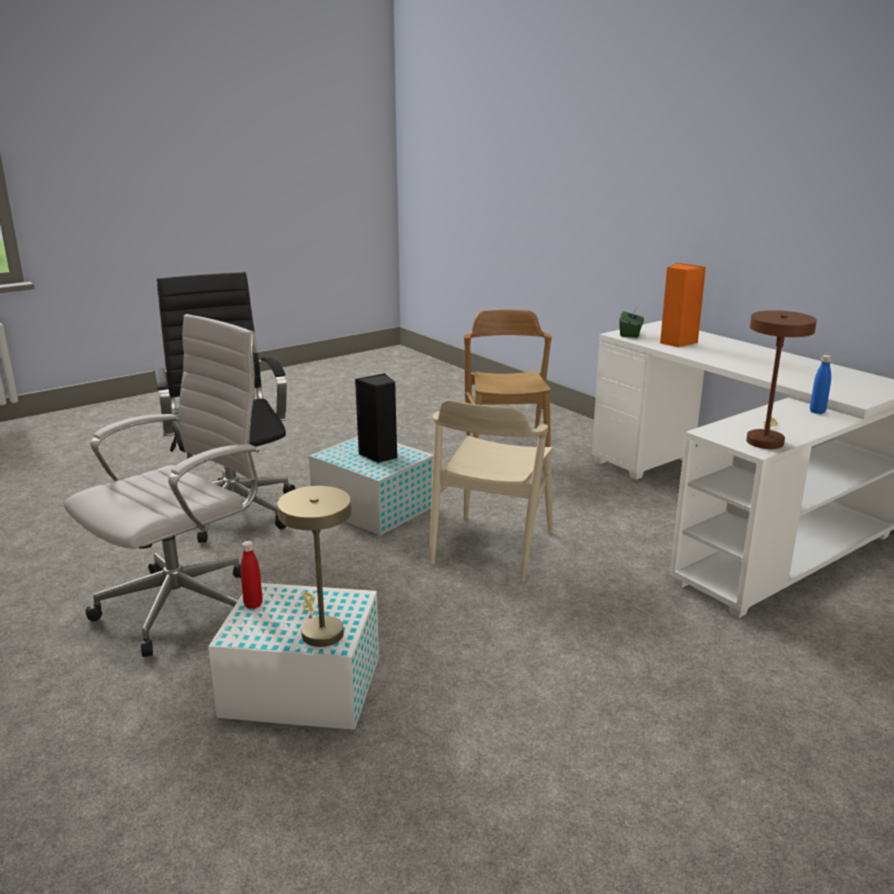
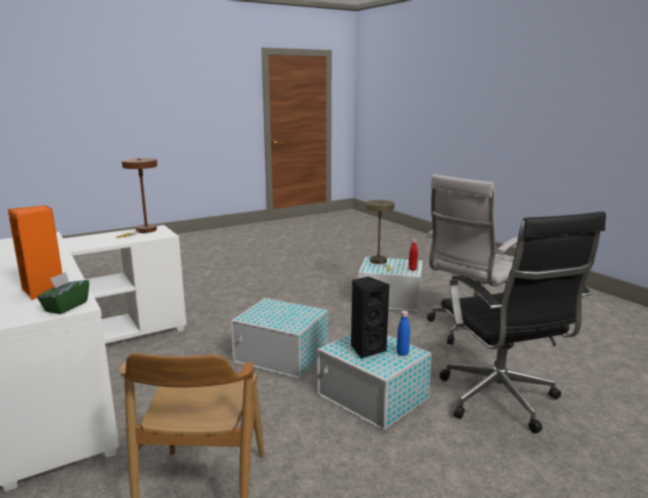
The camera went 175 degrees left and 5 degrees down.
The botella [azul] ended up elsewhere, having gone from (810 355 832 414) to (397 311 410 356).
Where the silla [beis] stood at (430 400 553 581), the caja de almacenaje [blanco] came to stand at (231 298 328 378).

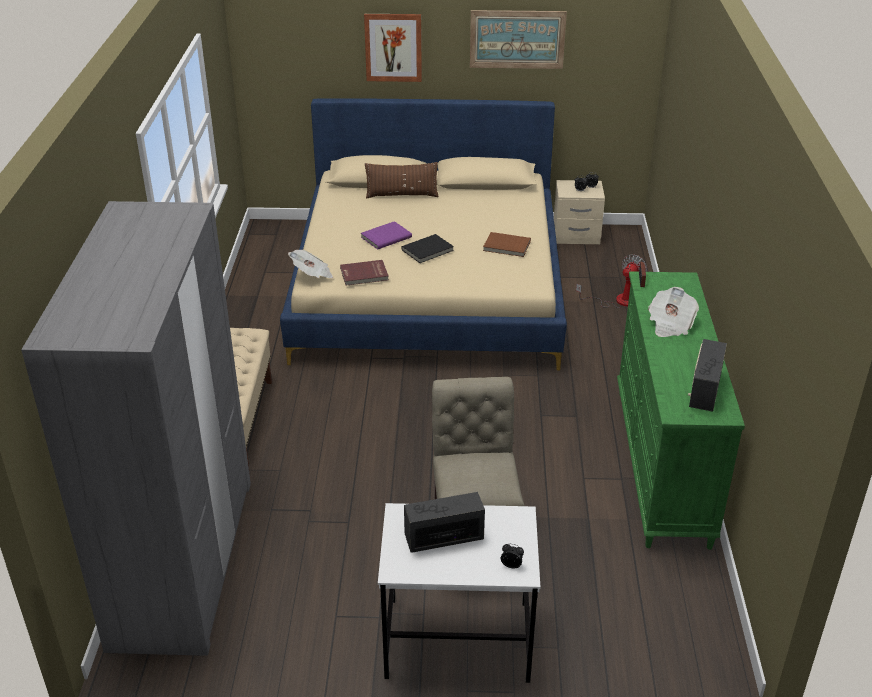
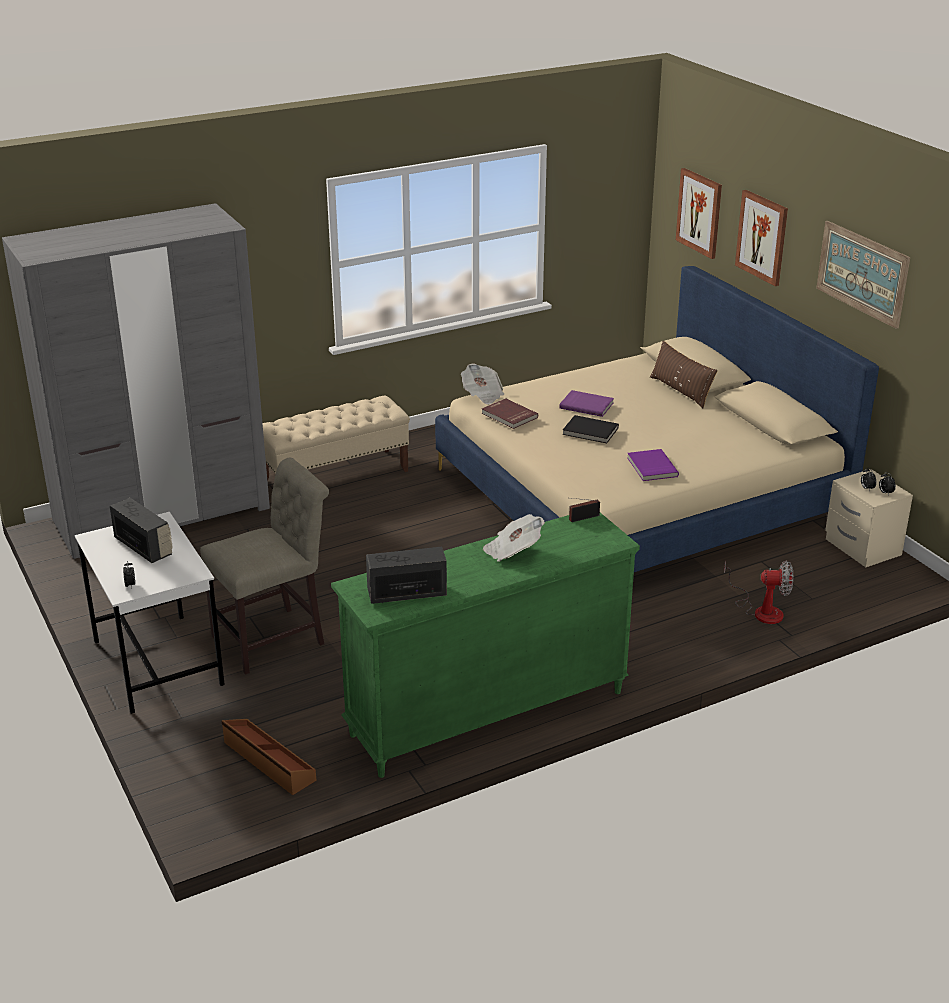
The camera went 60 degrees right and 5 degrees down.
What was the libro [marrón] at (483 232 531 257) turned into the libro [morado] at (628 449 679 481).
The second view gained the cuadro at (676 168 722 259).
The second view gained the caja de almacenaje [marrón] at (222 719 316 795).

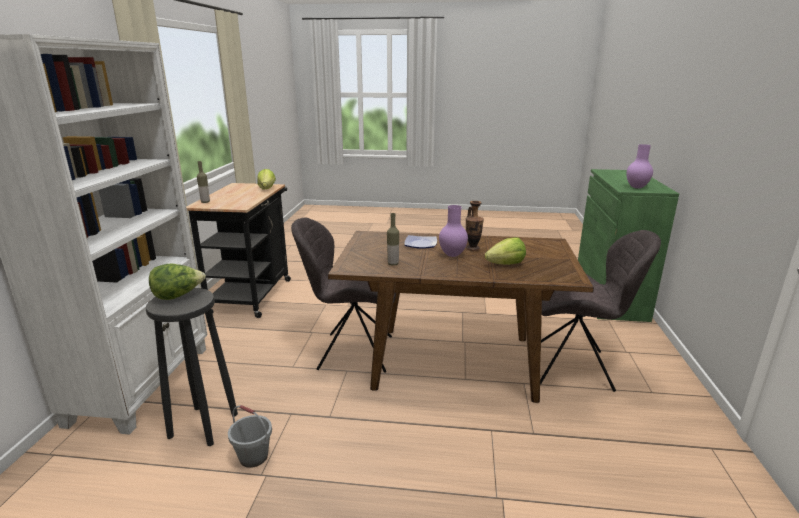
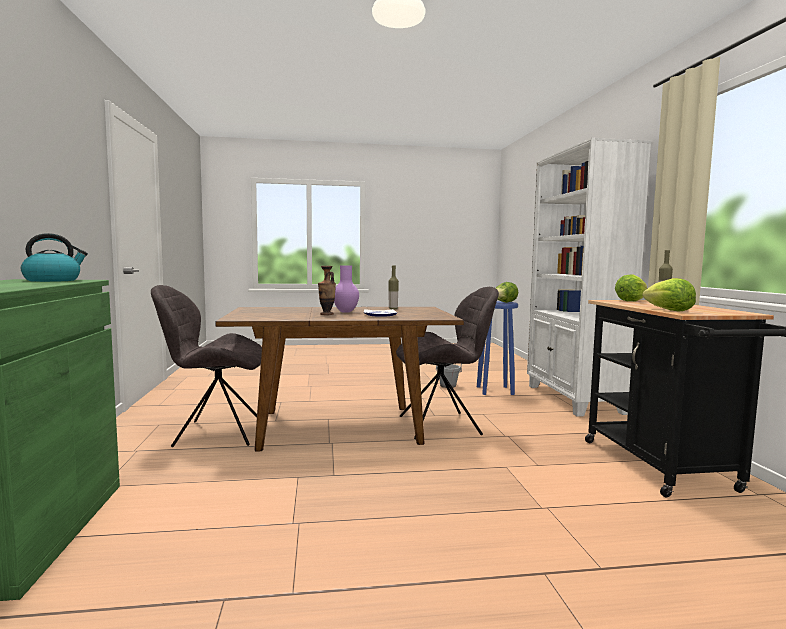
The camera went 165 degrees right and 15 degrees down.
Where the florero [morado] stood at (626 144 653 189), the hervidor came to stand at (21 233 88 282).
The lechuga ended up elsewhere, having gone from (485 237 526 265) to (615 274 647 302).
What was the taburete [negro] at (146 288 238 446) turned into the taburete [azul] at (477 301 518 395).

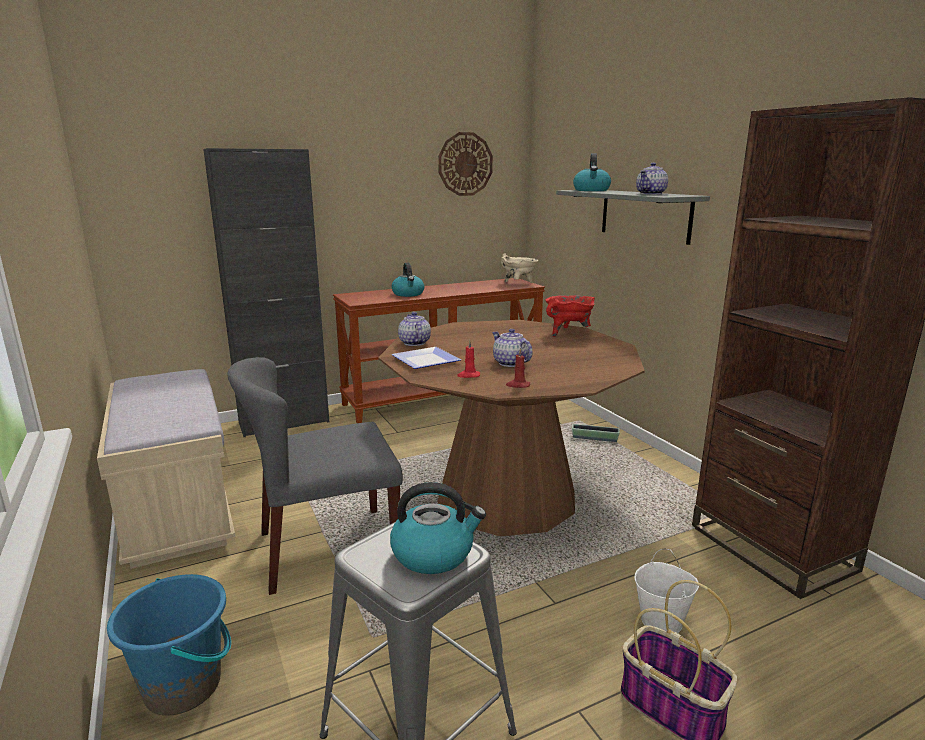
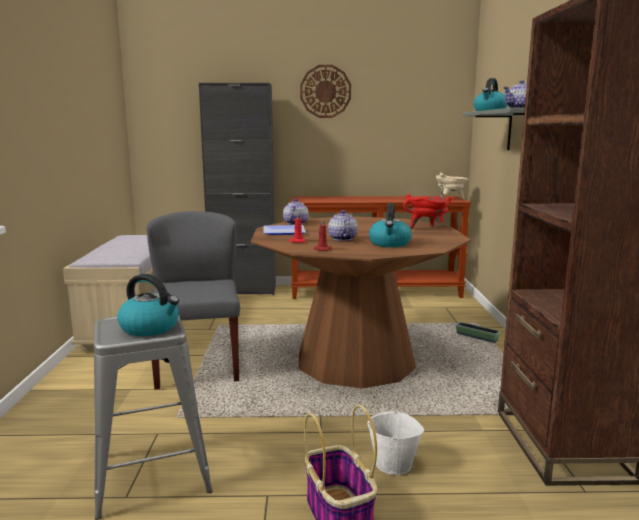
The camera went 25 degrees right and 5 degrees down.
The reloj de pared ended up elsewhere, having gone from (438 132 493 196) to (300 65 351 118).
The hervidor ended up elsewhere, having gone from (392 263 424 297) to (369 203 412 247).
The silla [gris] at (227 357 403 595) ended up facing another way, 75 degrees clockwise from before.
The second view lost the cubo [azul] at (107 574 231 716).

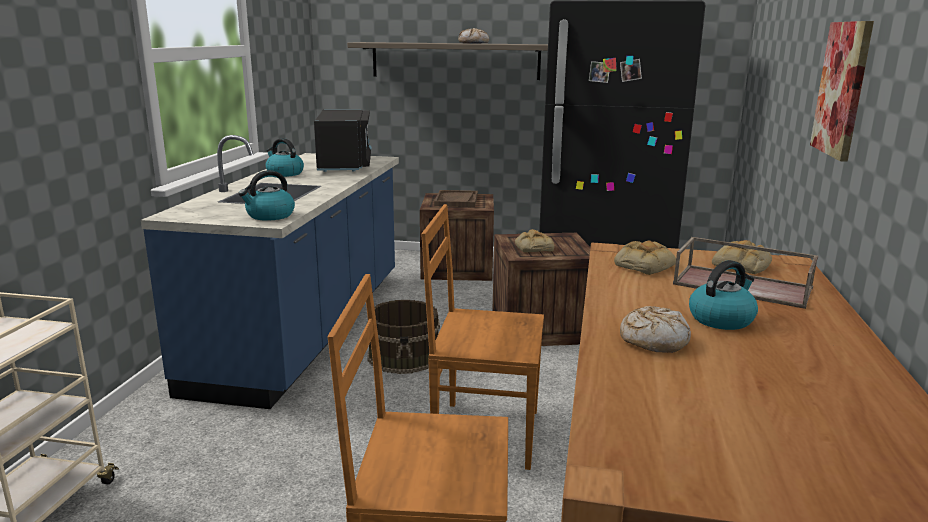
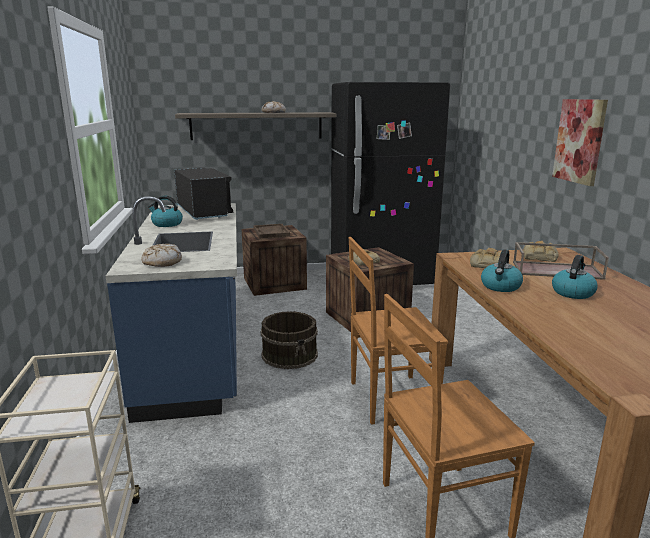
The camera went 20 degrees left and 0 degrees up.
The hervidor ended up elsewhere, having gone from (238 170 295 221) to (481 249 523 292).
The pan ended up elsewhere, having gone from (620 306 691 353) to (141 244 182 267).

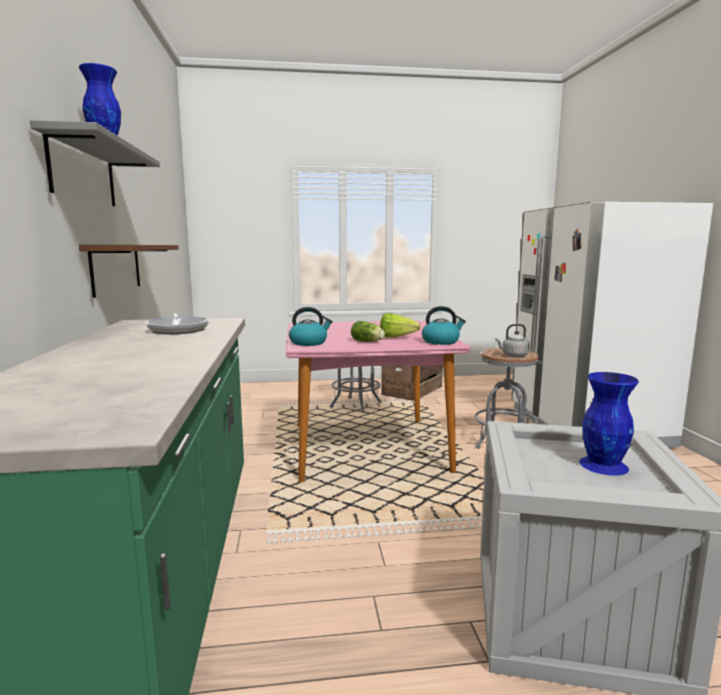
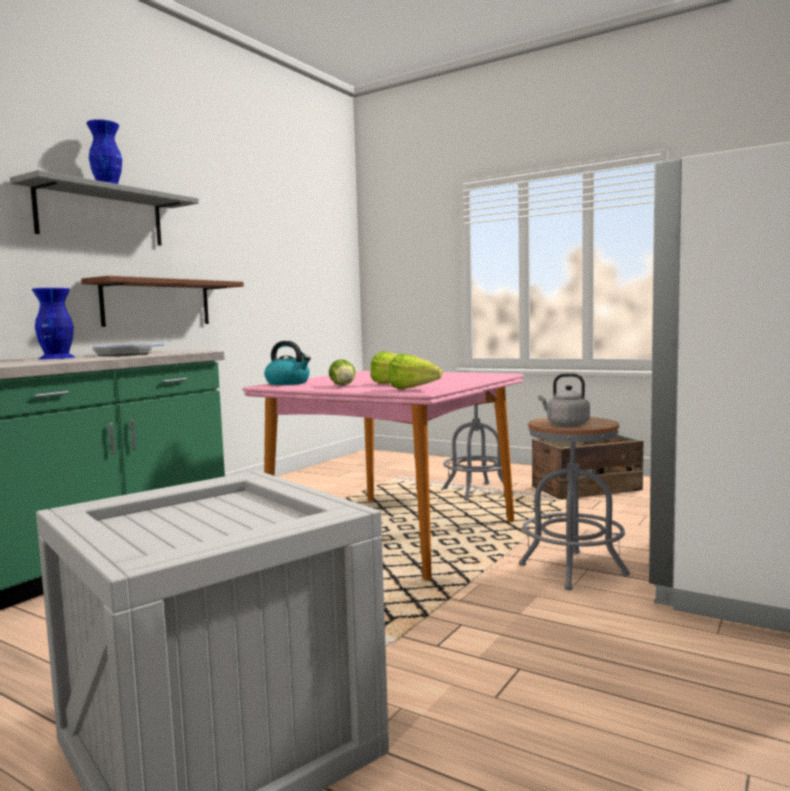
The camera went 40 degrees right and 5 degrees down.
Where the hervidor stood at (422 306 466 345), the lechuga came to stand at (388 354 442 389).
The florero [azul] ended up elsewhere, having gone from (579 372 639 476) to (32 288 75 359).

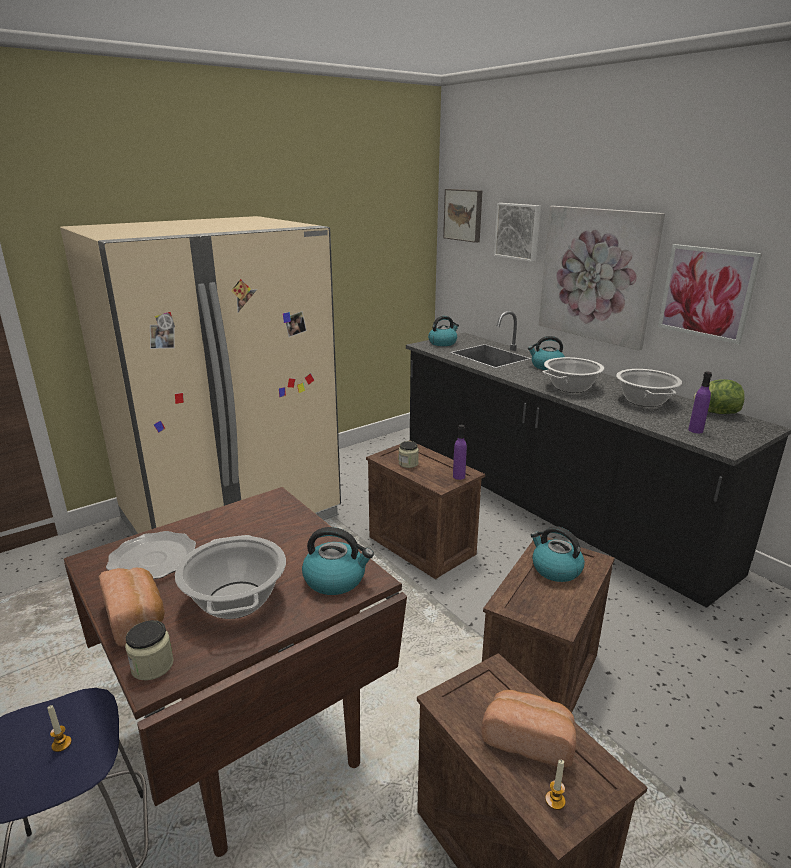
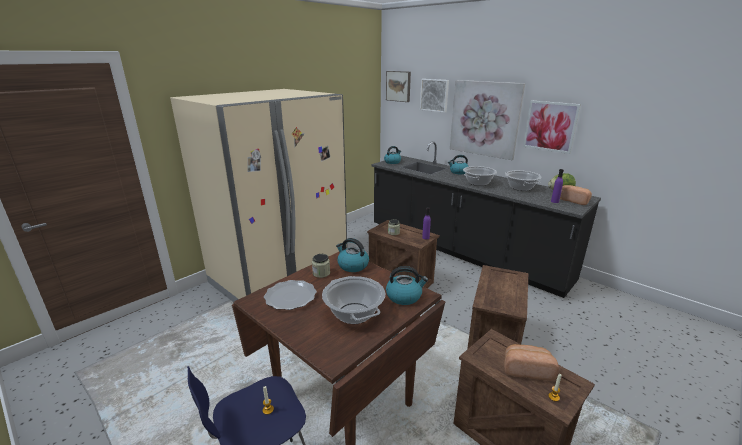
The camera went 10 degrees left and 0 degrees up.
The hervidor ended up elsewhere, having gone from (531 526 585 582) to (336 238 369 272).
The pan ended up elsewhere, having gone from (99 568 165 646) to (560 185 592 205).
The tarro ended up elsewhere, having gone from (125 620 174 681) to (312 254 330 278).

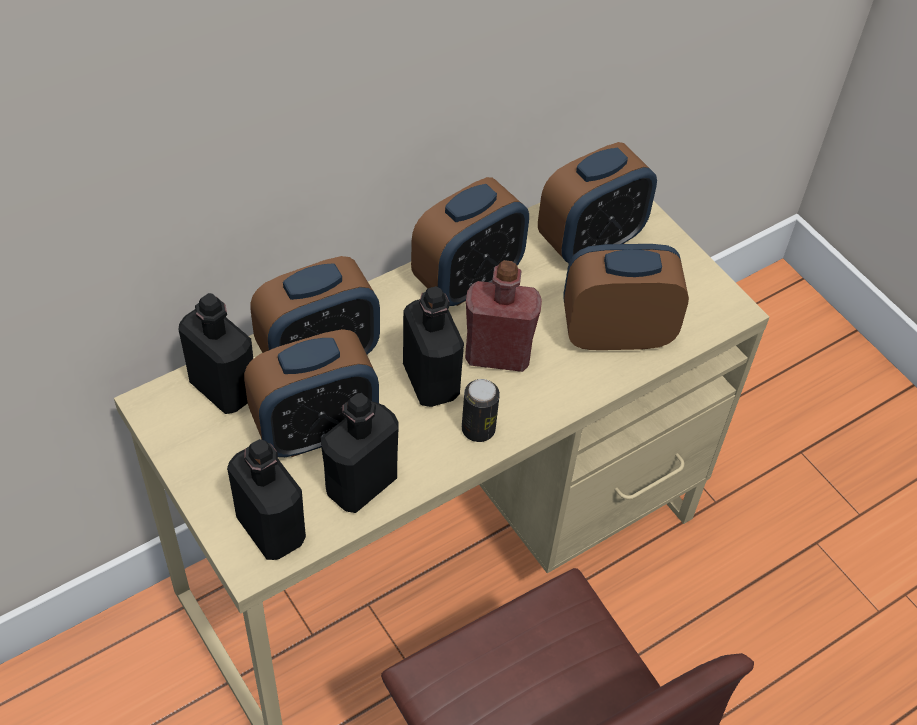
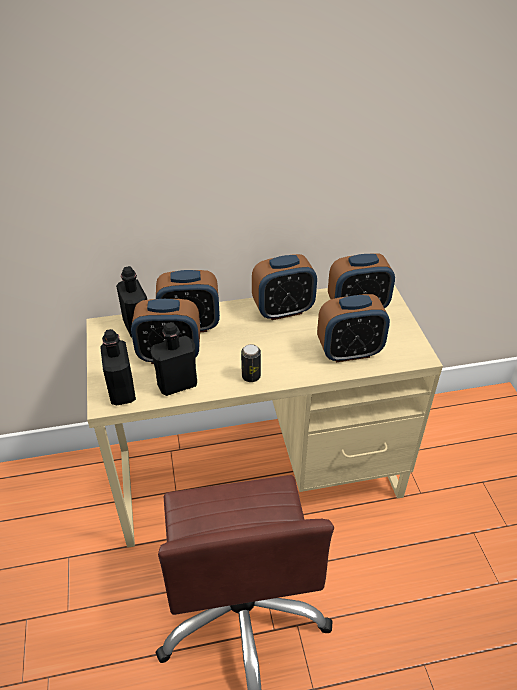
The camera went 25 degrees right and 10 degrees down.
The despertador at (563 244 689 350) ended up facing another way, 150 degrees clockwise from before.
The second view lost the botella [rojo] at (465 260 542 372).
The second view lost the botella [negro] at (403 286 464 407).

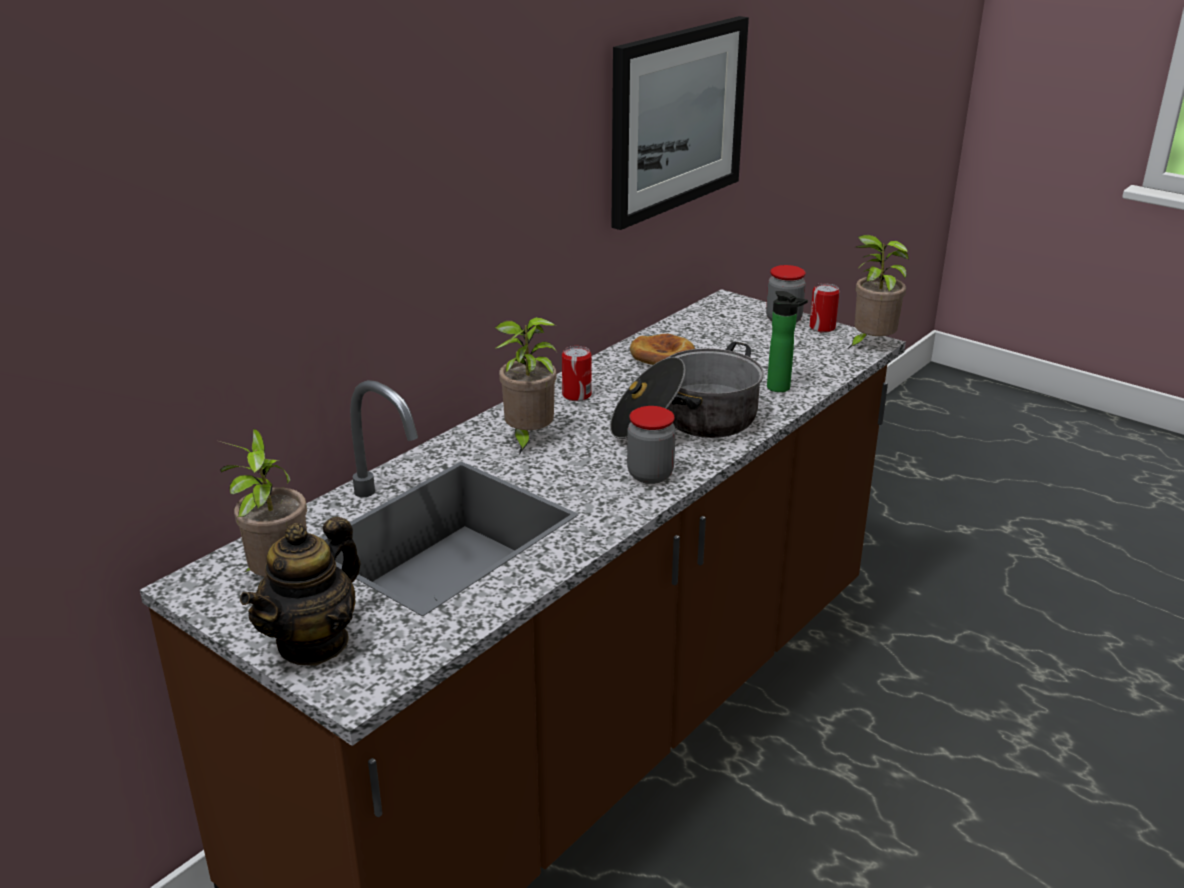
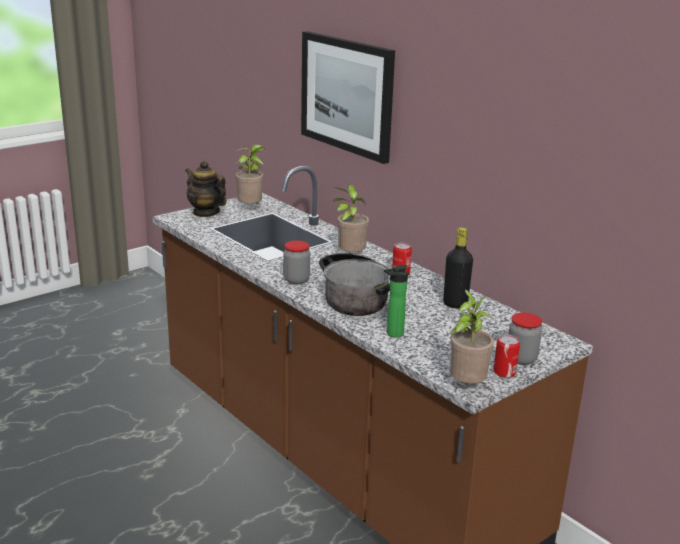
The camera went 100 degrees right and 5 degrees down.
The cuadro ended up elsewhere, having gone from (611 16 749 230) to (301 31 395 164).
Where the pan stood at (630 334 695 365), the botella [negro] came to stand at (443 227 473 308).

